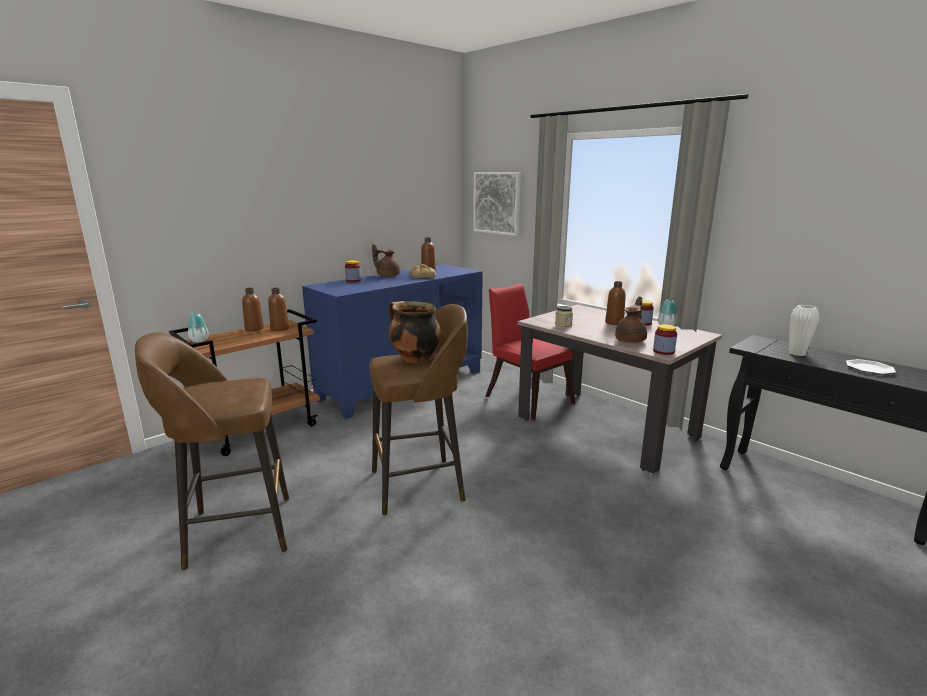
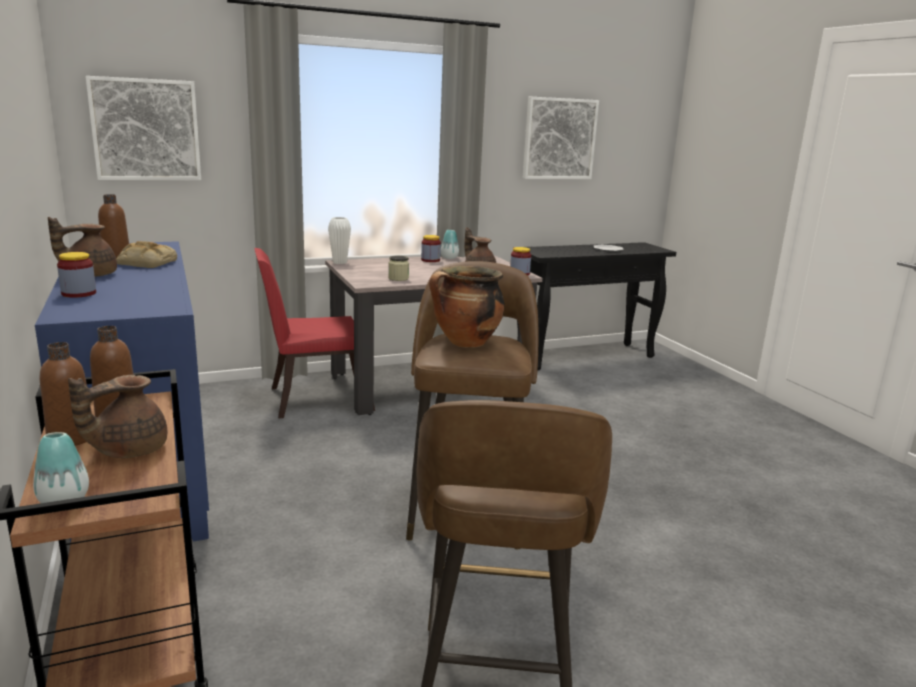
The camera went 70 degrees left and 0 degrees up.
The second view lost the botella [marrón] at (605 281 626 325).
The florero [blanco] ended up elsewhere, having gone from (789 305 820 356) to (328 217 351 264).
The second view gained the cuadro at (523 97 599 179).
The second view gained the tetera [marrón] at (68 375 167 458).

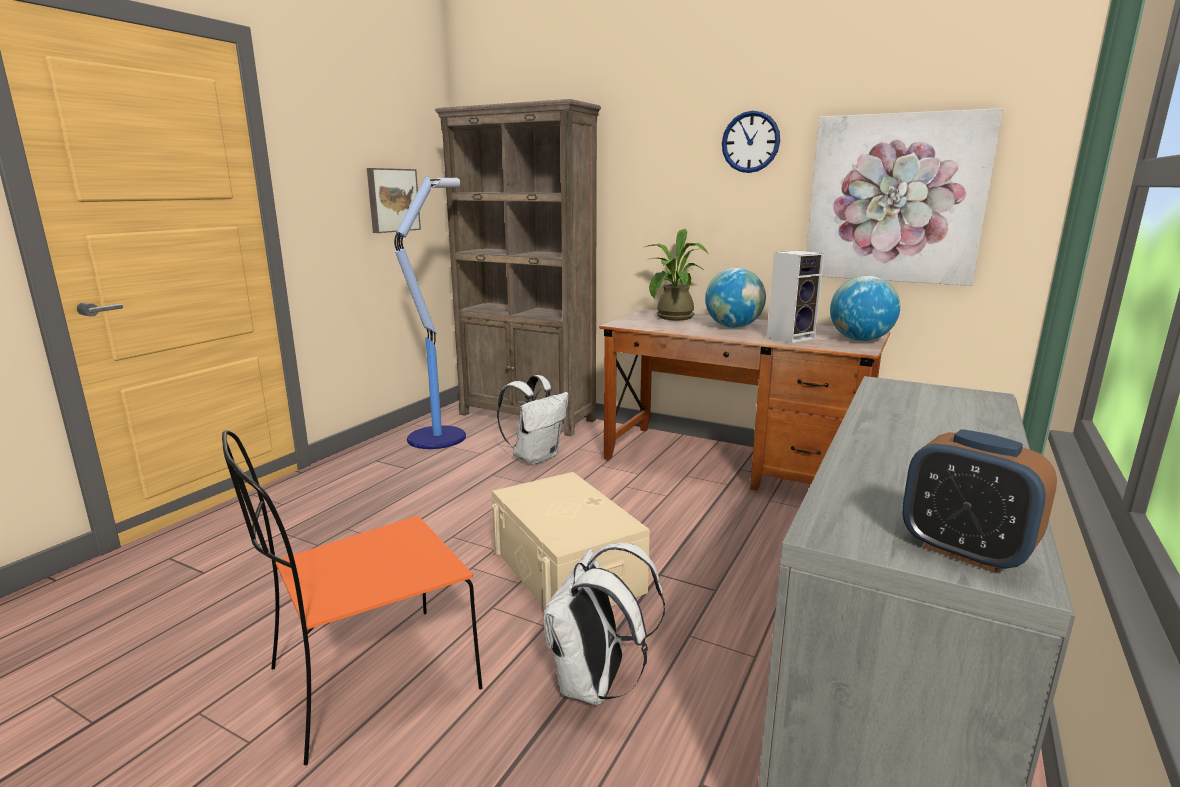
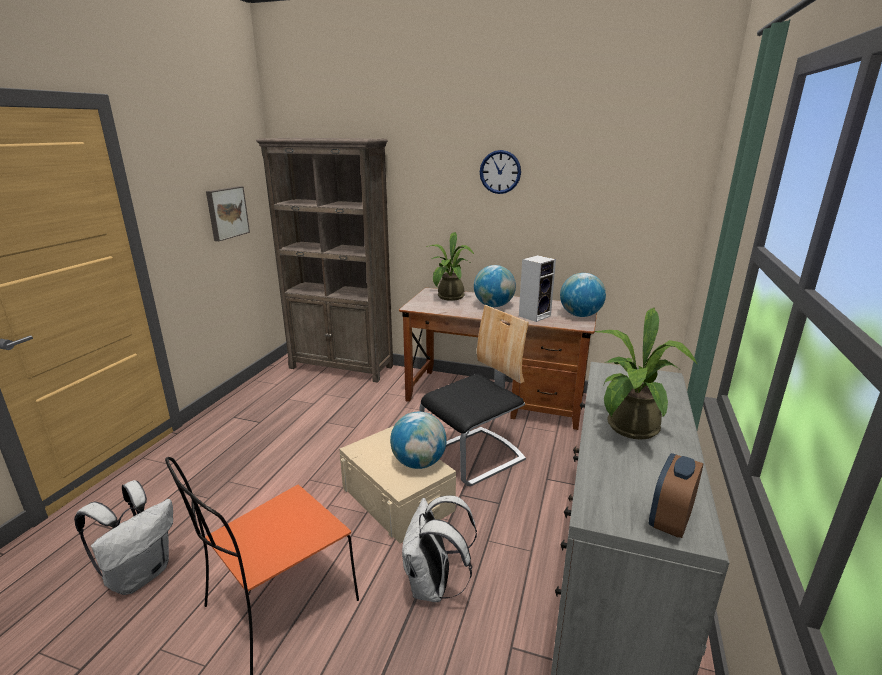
The camera went 10 degrees left and 5 degrees up.
The second view lost the cuadro at (806 108 1003 286).
The second view lost the lámpara de pie at (394 176 466 449).
The mochila [blanco] ended up elsewhere, having gone from (497 375 569 464) to (74 480 173 595).
The despertador at (902 429 1057 573) ended up facing another way, 90 degrees clockwise from before.
The second view gained the silla at (419 305 529 486).
The second view gained the planta en maceta at (595 308 697 439).
The second view gained the globo terráqueo at (390 412 447 469).

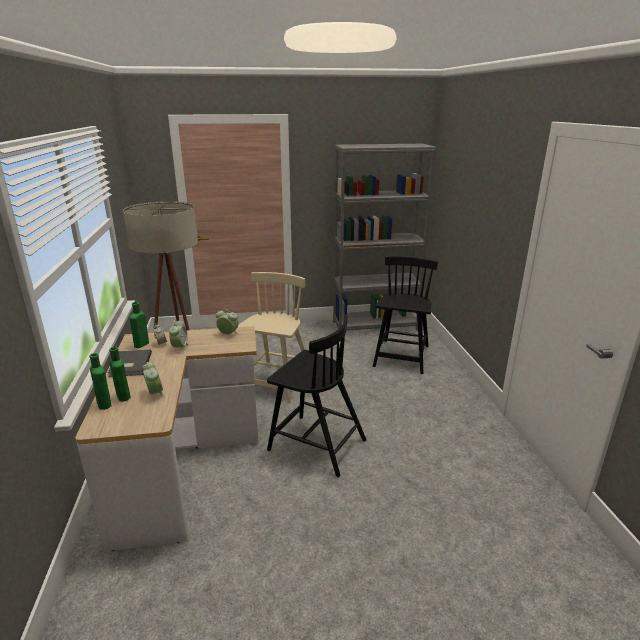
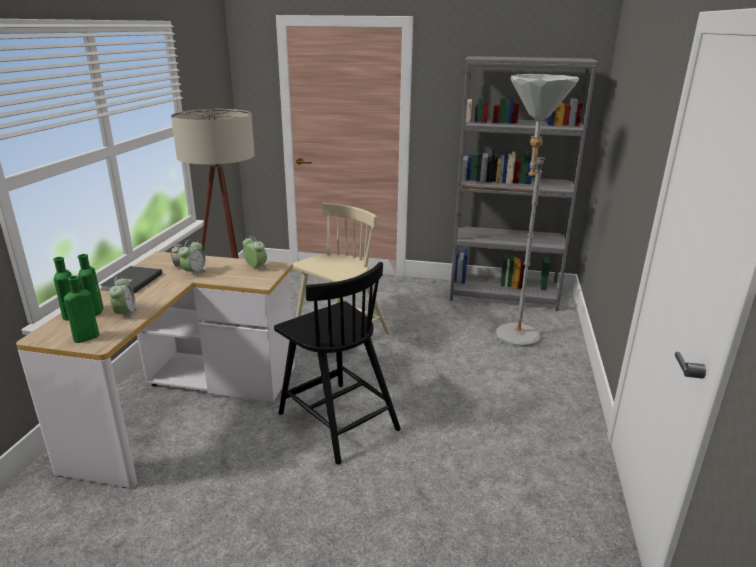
The camera went 20 degrees right and 0 degrees up.
Where the silla [negro] stood at (373 256 438 374), the lámpara de pie [gris] came to stand at (496 74 579 347).
The botella [verde] ended up elsewhere, having gone from (130 302 149 348) to (64 276 99 343).

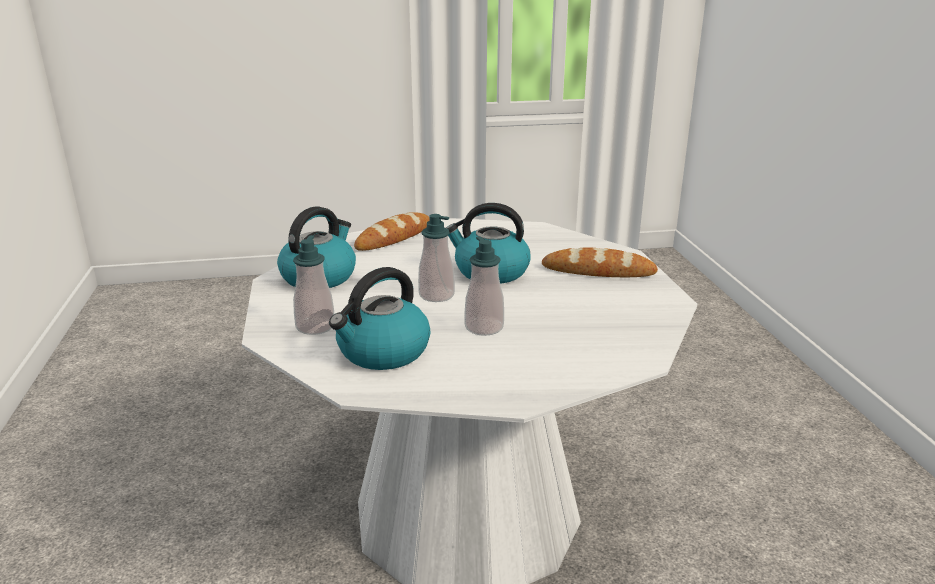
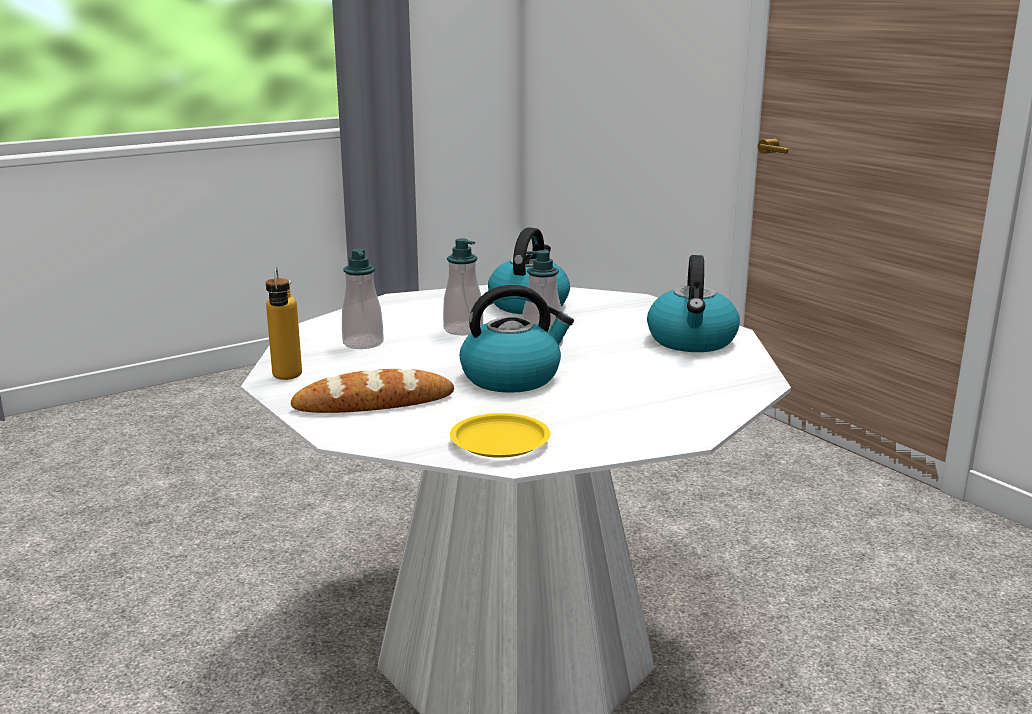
The camera went 155 degrees right and 5 degrees down.
The second view lost the pan at (354 212 430 251).
The dispensador de jabón ended up elsewhere, having gone from (293 235 334 335) to (342 248 384 349).
The second view gained the botella at (266 267 302 380).
The second view gained the plato [amarillo] at (450 413 551 458).

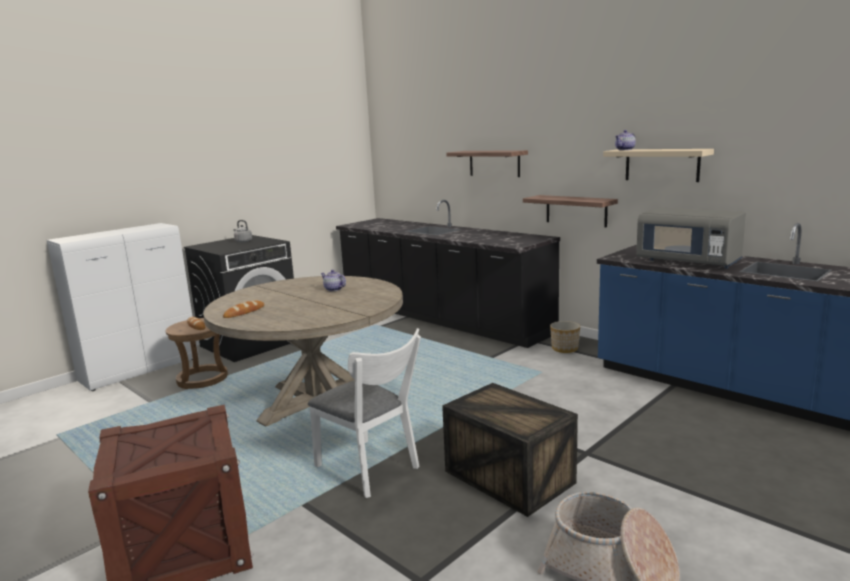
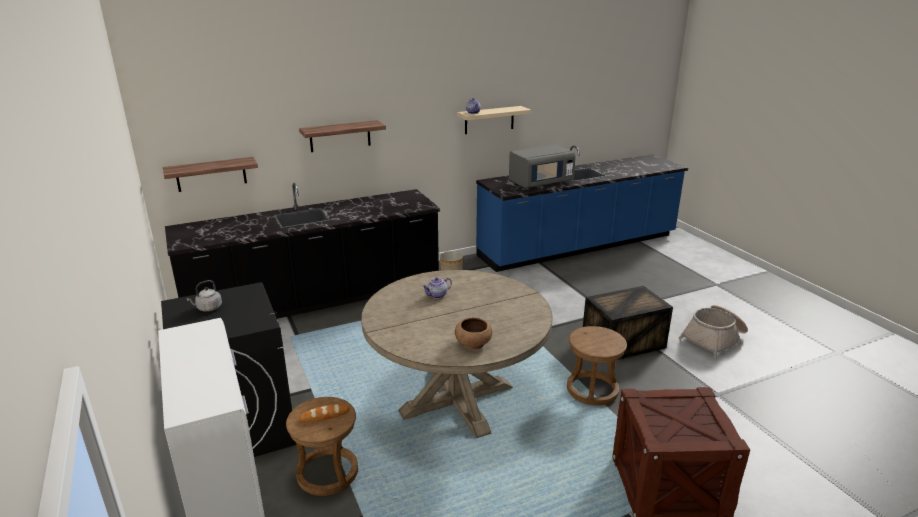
The camera went 70 degrees left and 10 degrees up.
The estante ended up elsewhere, having gone from (523 195 618 227) to (163 157 258 192).
Where the pan stood at (223 301 264 318), the cuenco [marrón] came to stand at (455 317 492 350).
Where the silla [blanco] stood at (308 328 421 498), the taburete [marrón] came to stand at (567 326 627 405).

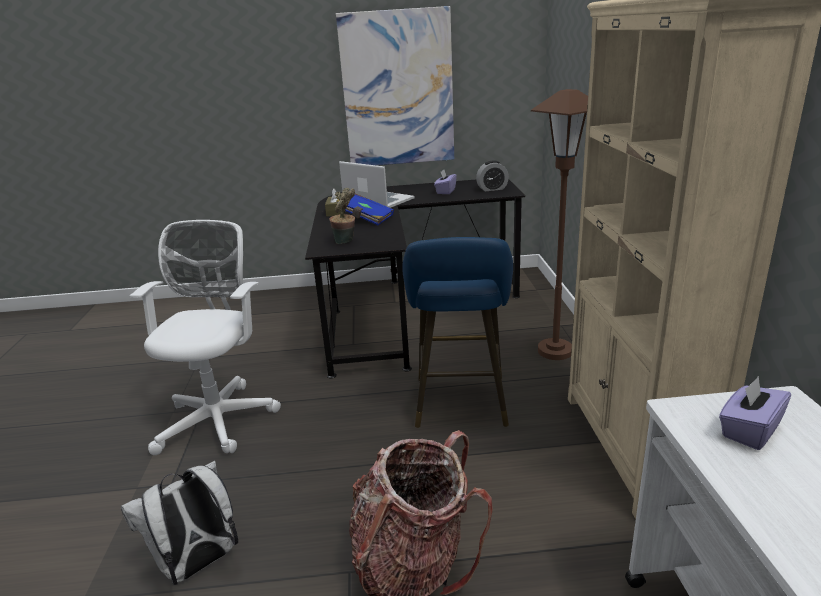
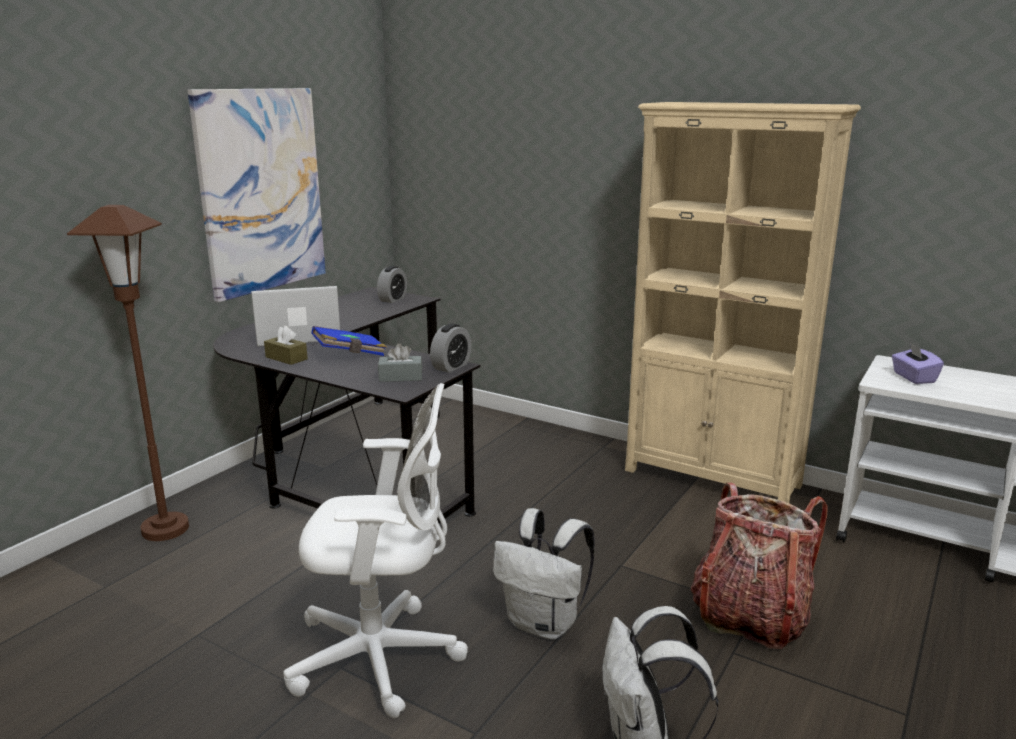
The camera went 55 degrees left and 5 degrees down.
The lámpara de pie [marrón] ended up elsewhere, having gone from (531 89 588 360) to (67 205 189 541).
The second view lost the caja de pañuelos [morado] at (434 170 457 194).
Where the planta en maceta stood at (329 188 355 244), the caja de pañuelos [gris] came to stand at (378 343 422 382).
The silla de oficina [blanco] at (129 220 281 455) ended up facing another way, 135 degrees clockwise from before.
The second view lost the taburete [azul] at (402 237 513 428).
The second view gained the despertador at (430 324 472 373).
The second view gained the mochila [blanco] at (493 508 595 640).

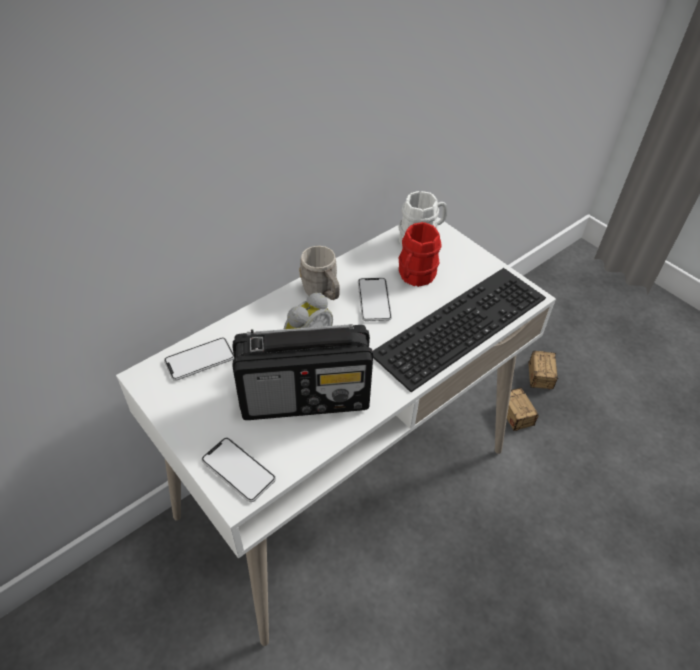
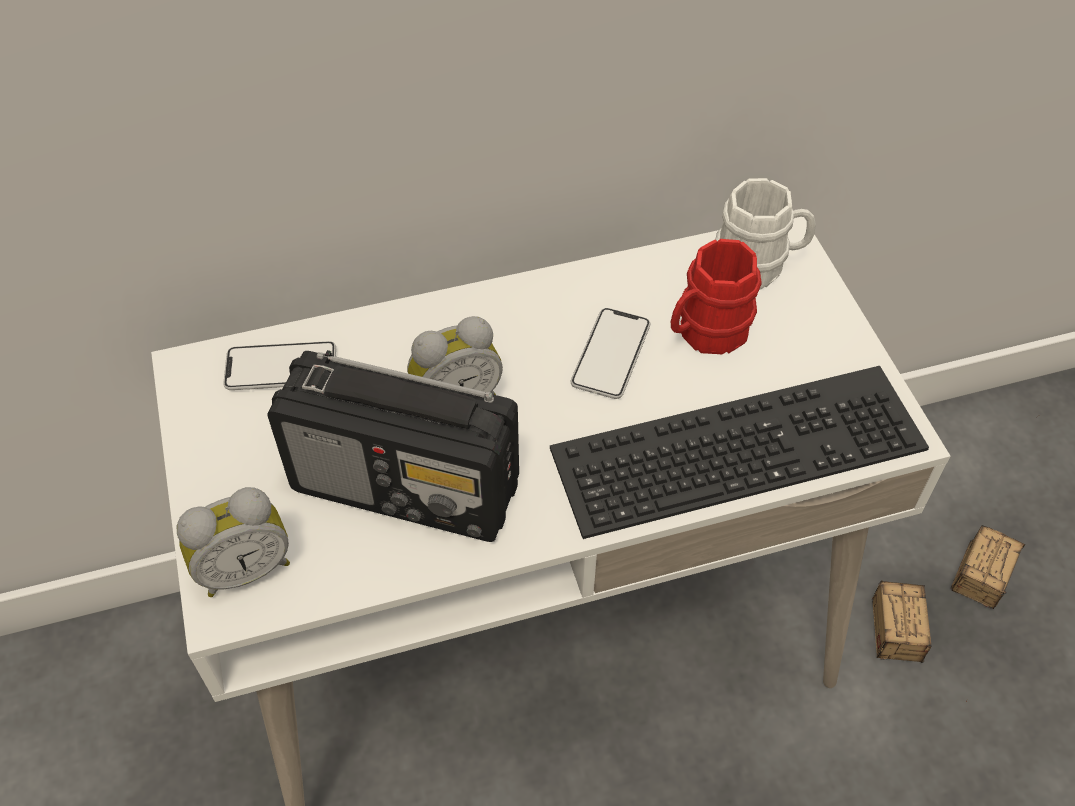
The camera went 25 degrees right and 5 degrees up.
The second view lost the taza grande [gris] at (299 246 340 300).
Where the móvil stood at (201 438 276 502), the despertador came to stand at (176 487 290 597).

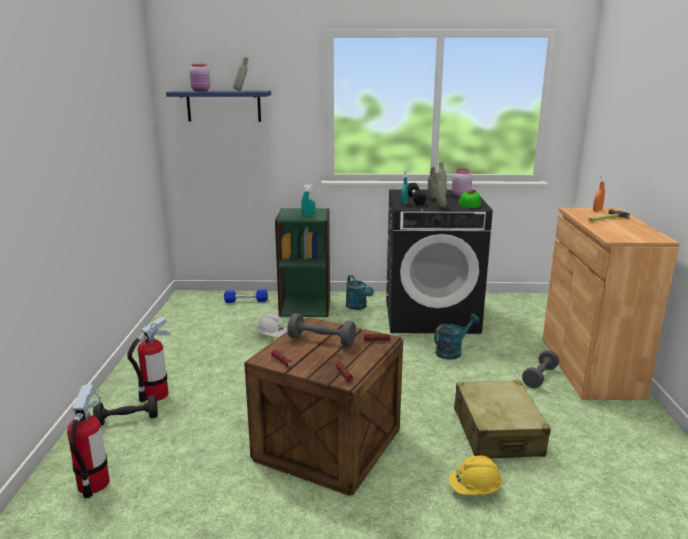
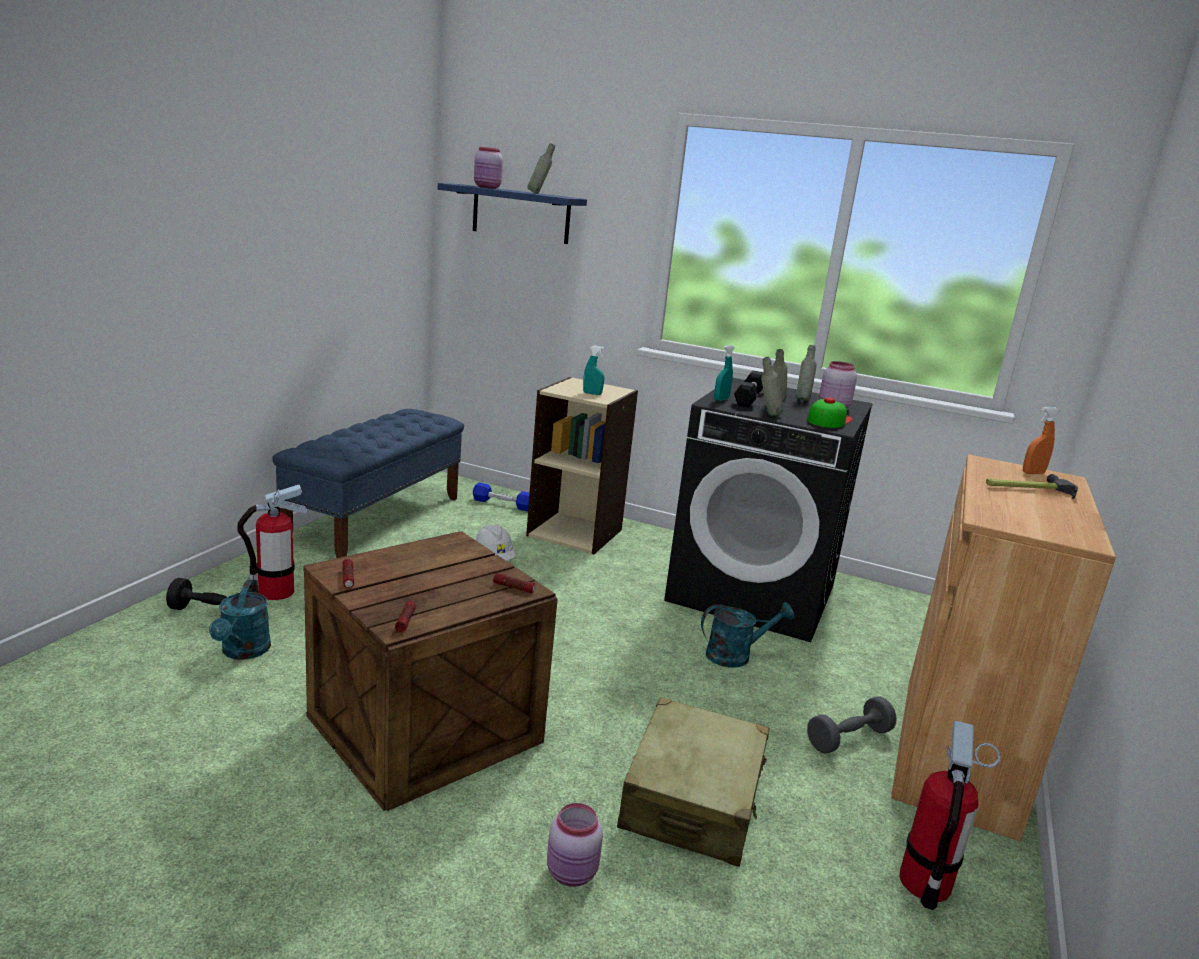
The camera went 20 degrees right and 0 degrees up.
What was the estantería [verde] at (275 208 330 317) turned into the estantería [beis] at (526 377 638 554).
The regadera [turquesa] ended up elsewhere, having gone from (346 275 374 310) to (209 579 271 660).
The second view lost the mancuerna [gris] at (287 313 356 347).
The extintor ended up elsewhere, having gone from (67 384 110 498) to (899 721 1001 910).
Where the casco [amarillo] stood at (449 456 503 495), the tarro [rosa] came to stand at (547 803 603 887).
The second view gained the banco [azul] at (272 409 464 558).

